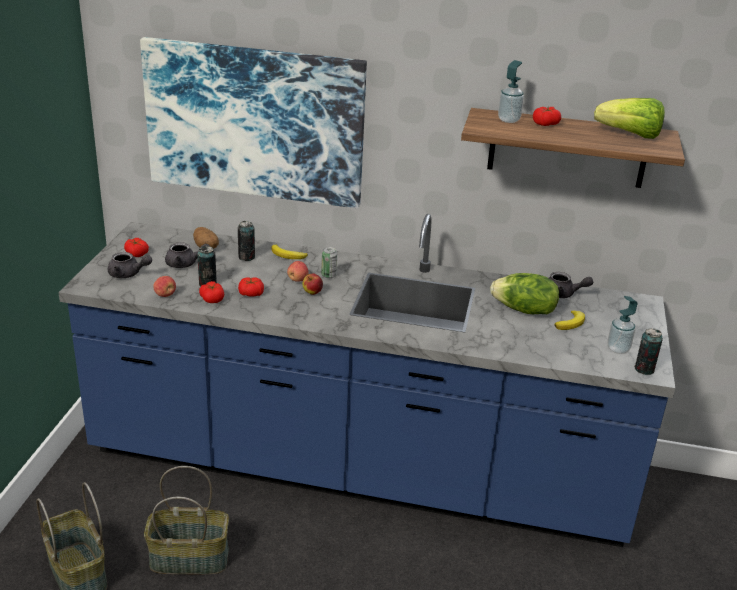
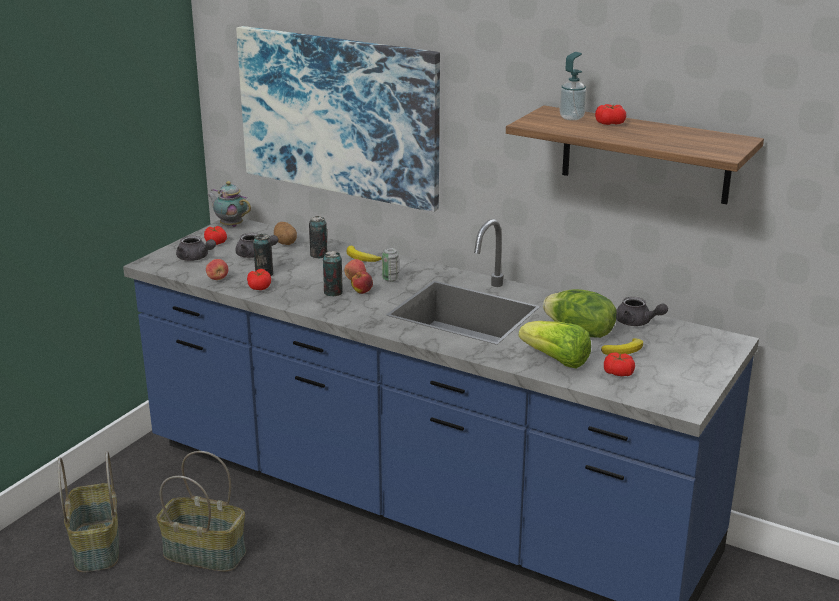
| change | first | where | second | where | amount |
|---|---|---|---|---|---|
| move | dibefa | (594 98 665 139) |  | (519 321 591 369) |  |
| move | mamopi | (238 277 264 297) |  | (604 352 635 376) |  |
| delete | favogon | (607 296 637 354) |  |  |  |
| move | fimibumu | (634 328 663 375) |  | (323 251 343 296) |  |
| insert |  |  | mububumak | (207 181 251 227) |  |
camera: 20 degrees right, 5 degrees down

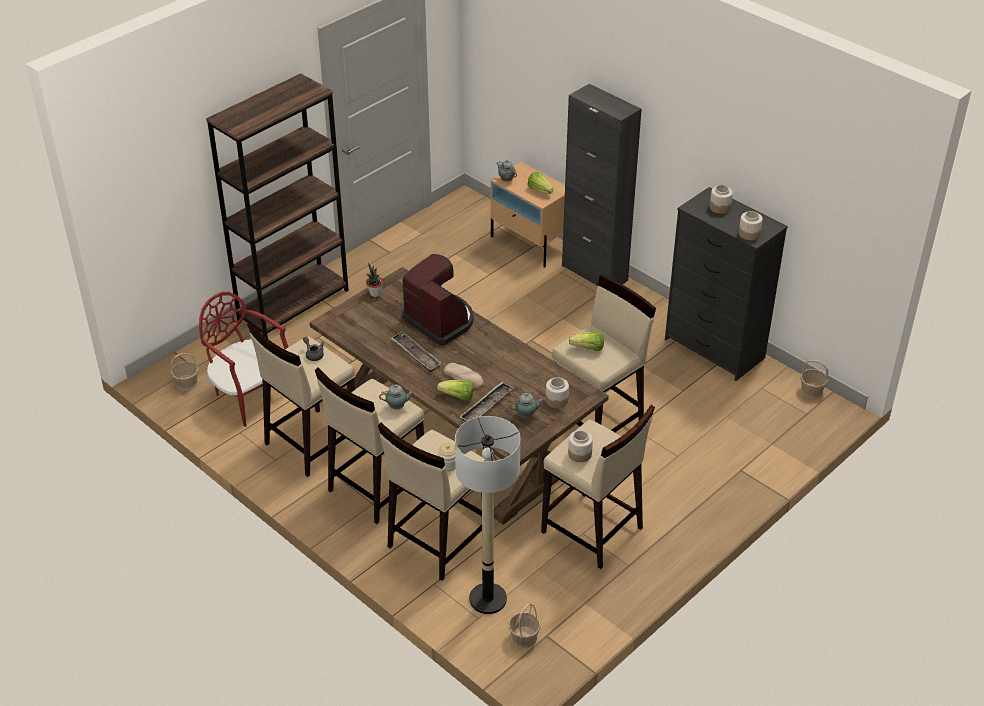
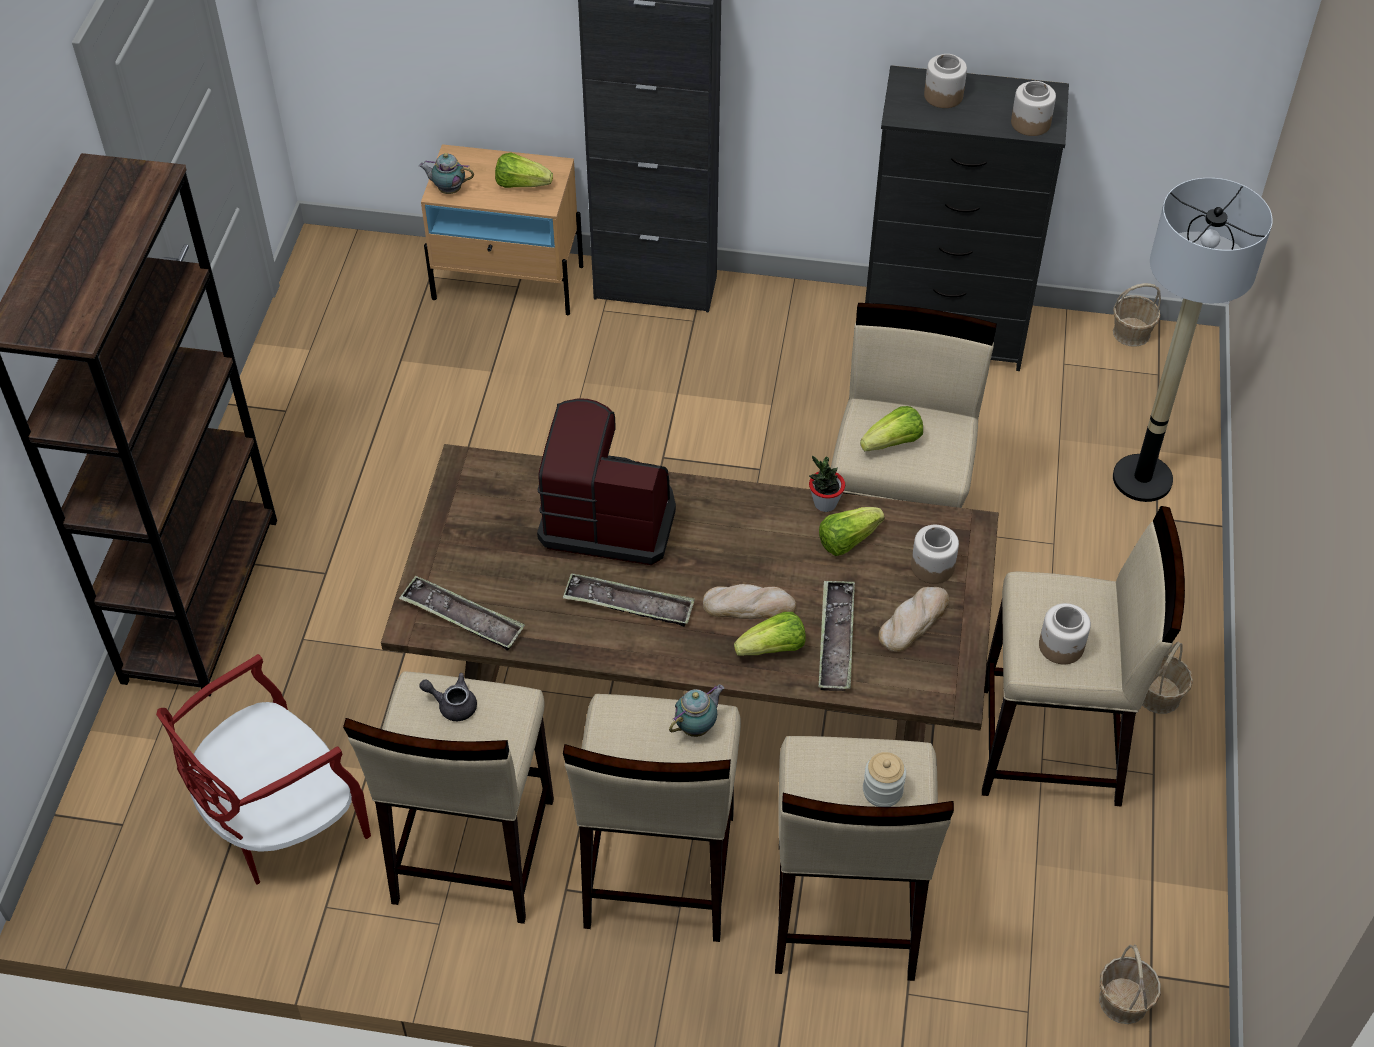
| change | first | where | second | where | amount |
|---|---|---|---|---|---|
| move | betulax | (366 263 384 297) |  | (809 455 845 512) |  |
| rotate | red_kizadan | (199 292 288 427) |  | (156 654 371 885) | 45 degrees counterclockwise |
| move | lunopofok | (170 353 198 391) |  | (1142 642 1193 714) |  |
| replace | mububumak | (510 393 545 418) | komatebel | (878 587 949 652) |  |
| move | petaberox | (455 416 521 614) |  | (1113 178 1273 502) |  |
| insert |  |  | dibefa | (819 507 885 556) |  |
| insert |  |  | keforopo | (399 576 525 651) |  |
camera: 35 degrees left, 10 degrees up

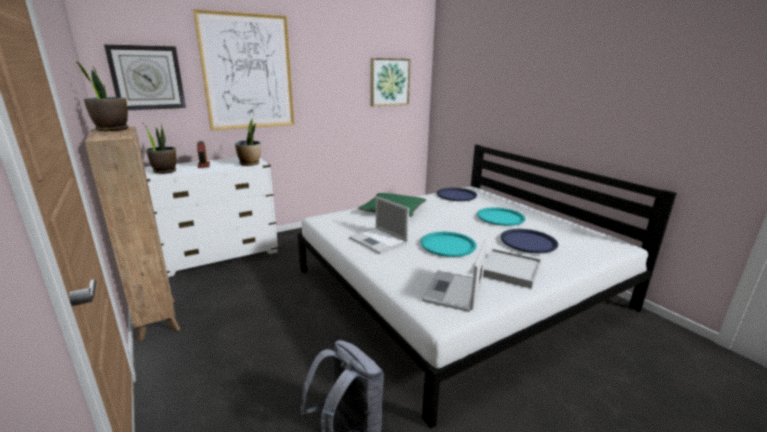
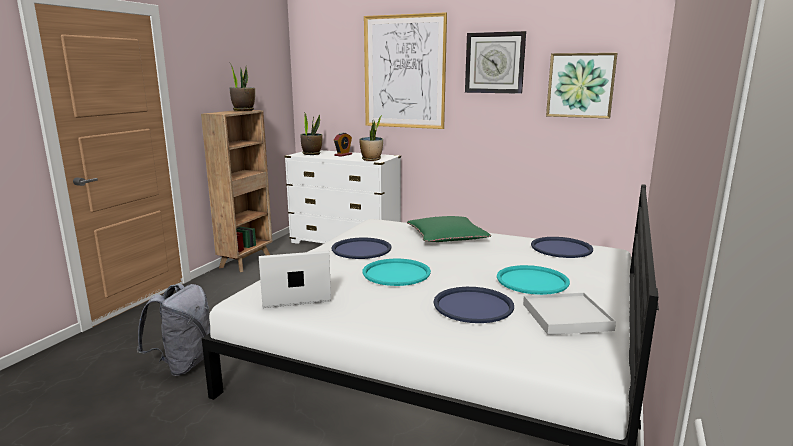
| change | first | where | second | where | amount |
|---|---|---|---|---|---|
| move | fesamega | (104 44 186 110) |  | (465 31 526 94) |  |
| replace | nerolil | (349 196 409 254) | blue_keforopo | (331 238 391 259) |  |
| move | white_keforopo | (483 249 541 289) |  | (523 293 616 335) |  |
camera: 55 degrees right, 5 degrees down

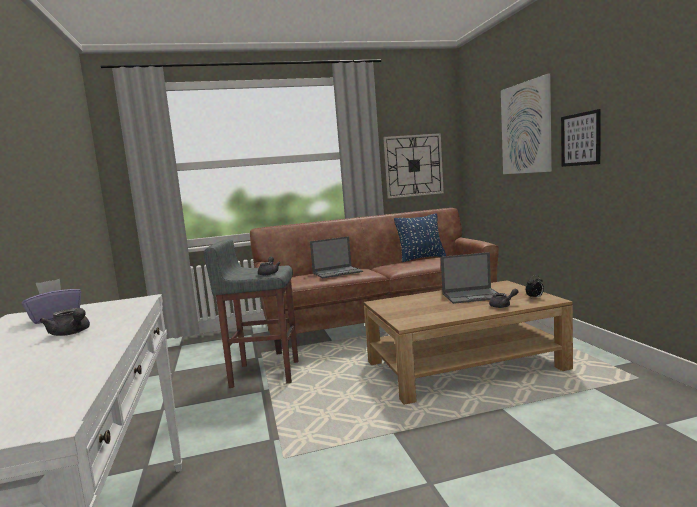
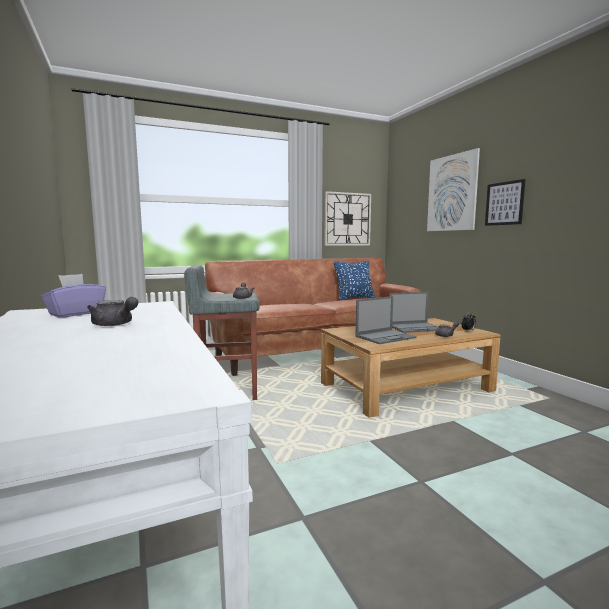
| change | first | where | second | where | amount |
|---|---|---|---|---|---|
| move | nerolil | (310 236 363 278) |  | (355 296 417 344) |  |
camera: 10 degrees left, 0 degrees up

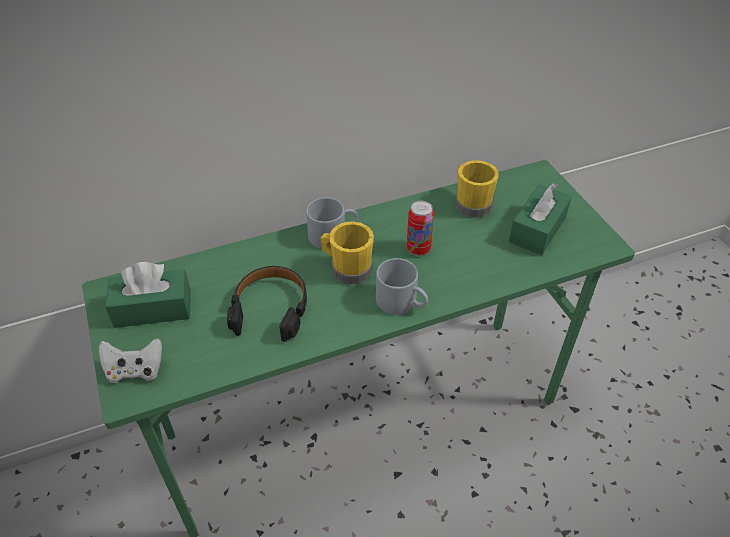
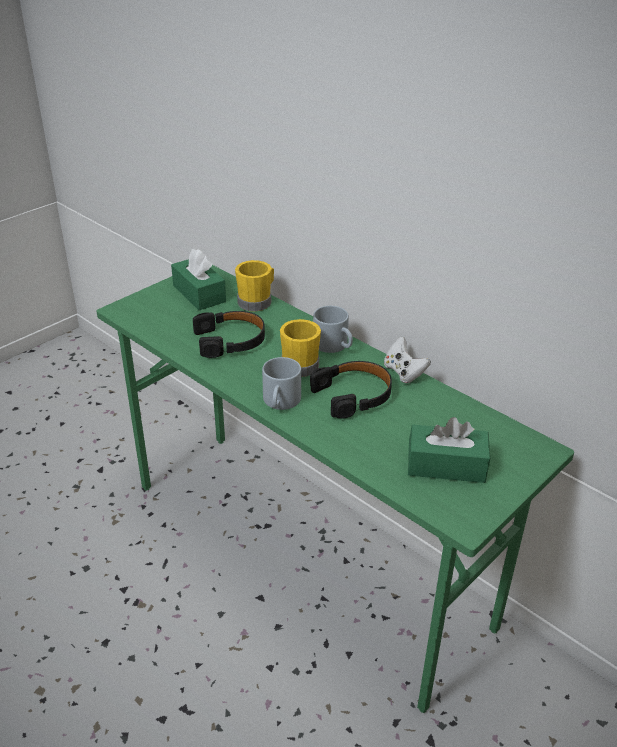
| change | first | where | second | where | amount |
|---|---|---|---|---|---|
| move | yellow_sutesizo | (455 160 499 218) |  | (235 260 274 312) |  |
| replace | fimibumu | (407 201 434 256) | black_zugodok | (310 361 392 419) |  |
| move | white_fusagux | (99 338 162 383) |  | (384 336 431 383) |  |
camera: 65 degrees right, 10 degrees down

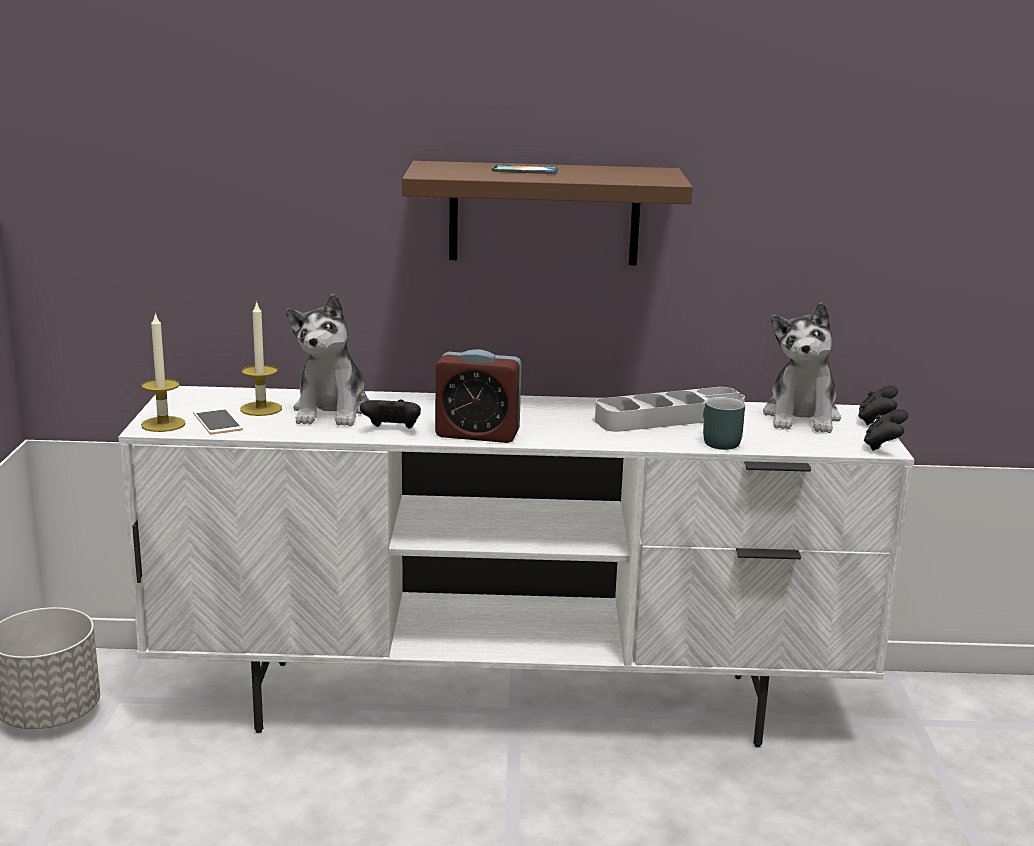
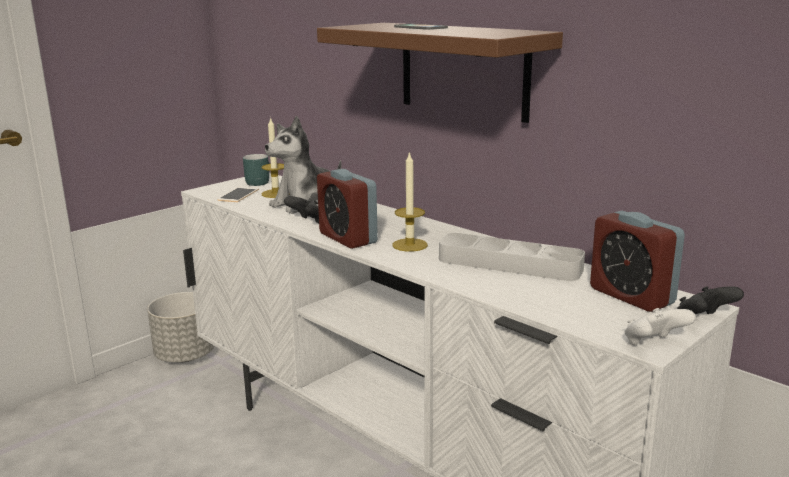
| change | first | where | second | where | amount |
|---|---|---|---|---|---|
| replace | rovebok | (763 302 841 433) | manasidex | (590 211 685 312) |  |
| move | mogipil | (141 312 186 432) |  | (393 151 428 252) |  |
| move | turquoise_sutesizo | (703 397 745 450) |  | (243 154 270 186) |  |
| recolor | black_fusagux | (864 409 908 451) | white_fusagux | (625 308 696 345) |  |
camera: 45 degrees right, 0 degrees up

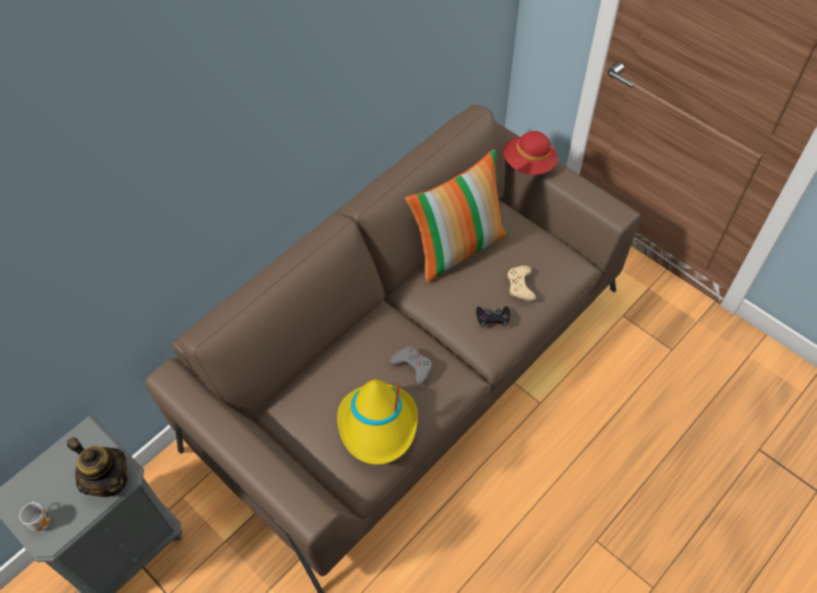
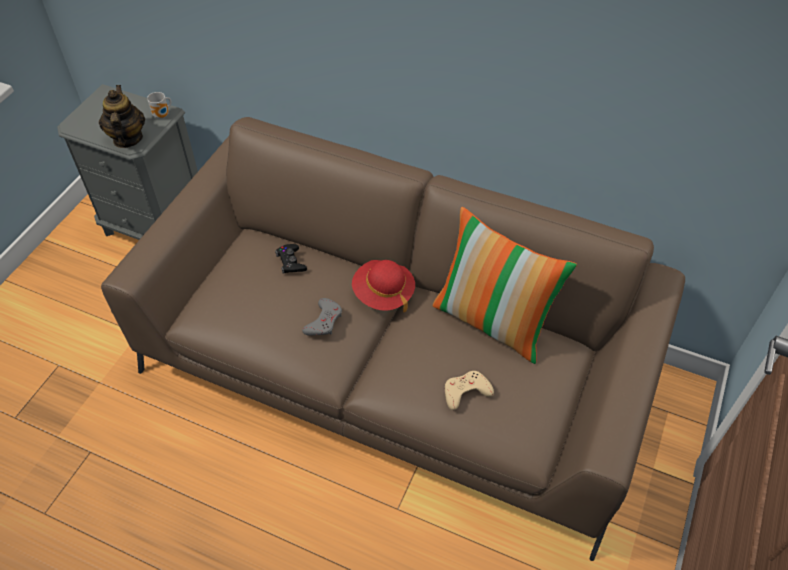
| change | first | where | second | where | amount |
|---|---|---|---|---|---|
| move | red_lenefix | (503 131 558 175) |  | (352 260 415 312) |  |
| move | black_fusagux | (476 306 510 328) |  | (275 244 307 273) |  |
| delete | yellow_lenefix | (337 379 418 465) |  |  |  |
| rotate | mububumak | (67 437 128 497) |  | (99 85 145 148) | 150 degrees clockwise |
| move | sutesizo | (20 501 50 532) |  | (147 92 171 119) |  |
camera: 70 degrees right, 5 degrees down

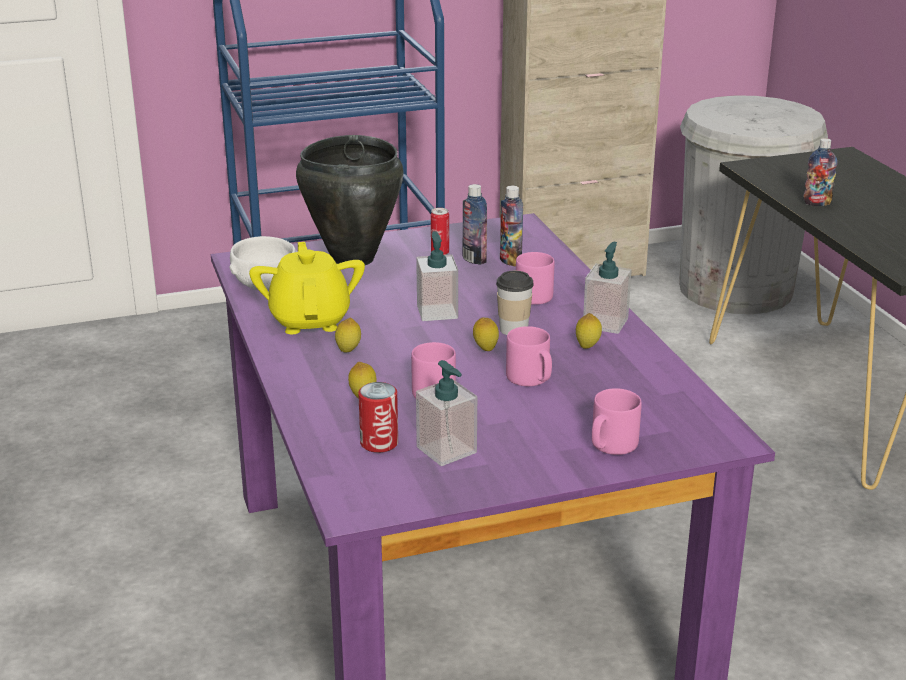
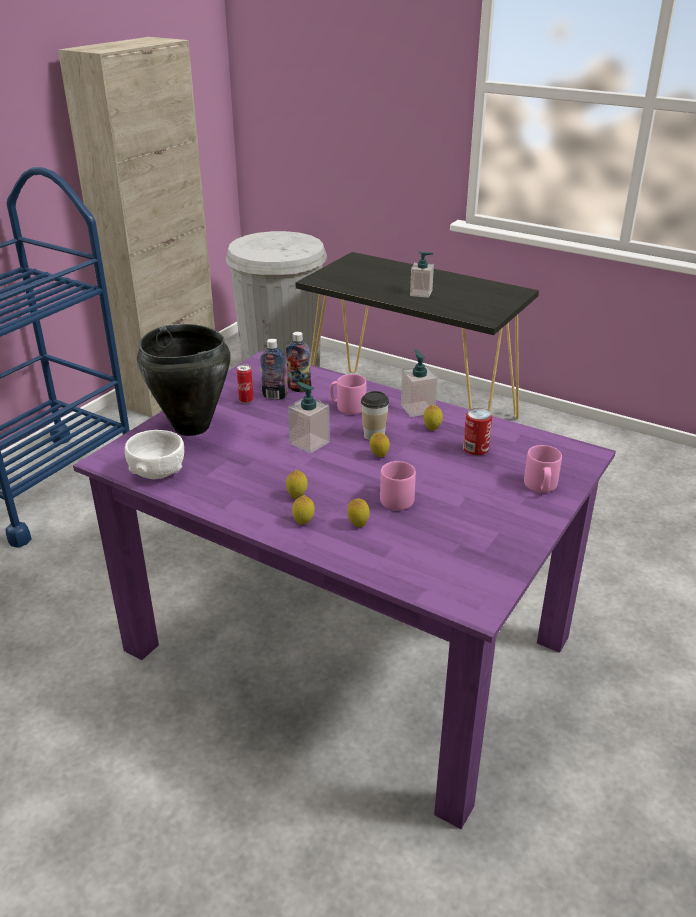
| change | first | where | second | where | amount |
|---|---|---|---|---|---|
| delete | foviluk | (803 138 837 206) |  |  |  |
| delete | yellow_mububumak | (249 242 365 334) |  |  |  |
| delete | pink_sutesizo | (506 326 552 386) |  |  |  |
| move | favogon | (416 360 477 466) |  | (410 251 434 298) |  |
| move | fimibumu | (358 382 398 453) |  | (463 408 492 455) |  |
| insert |  |  | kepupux | (292 495 315 525) |  |
camera: 40 degrees left, 5 degrees up

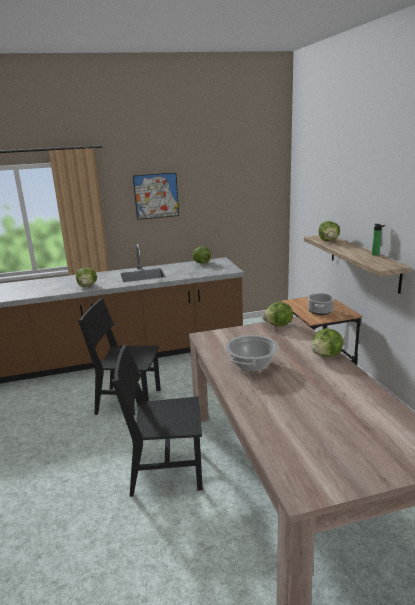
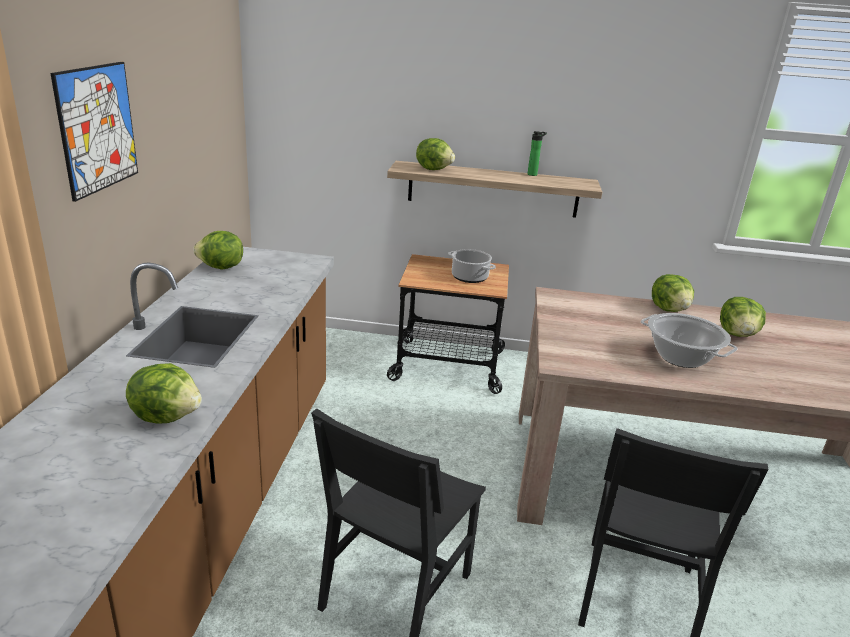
| change | first | where | second | where | amount |
|---|---|---|---|---|---|
| move | dibefa | (262 302 293 326) |  | (720 297 766 337) |  |
camera: 70 degrees left, 5 degrees up

